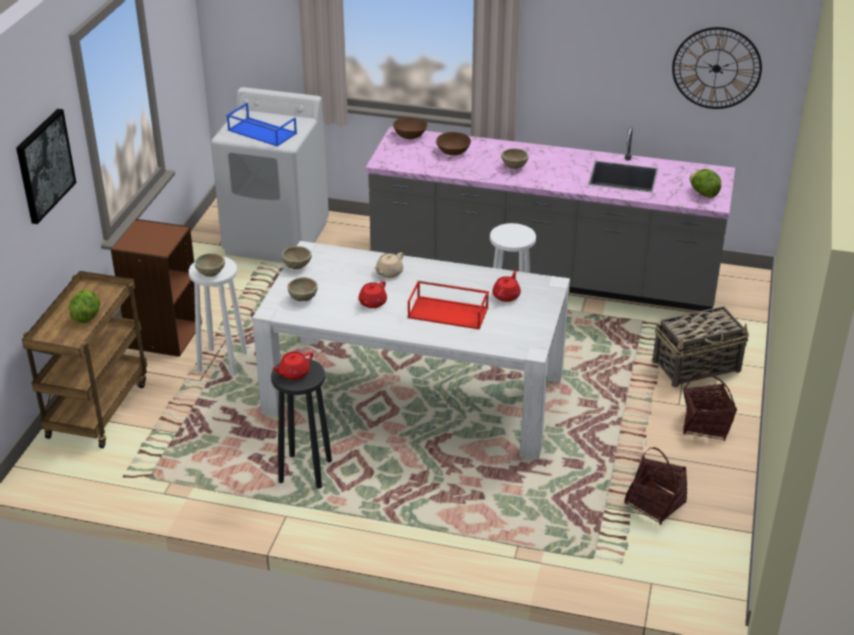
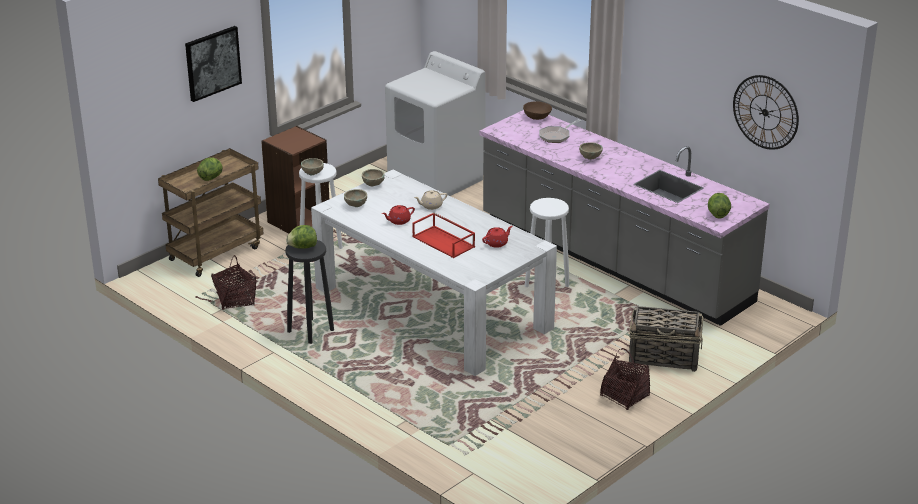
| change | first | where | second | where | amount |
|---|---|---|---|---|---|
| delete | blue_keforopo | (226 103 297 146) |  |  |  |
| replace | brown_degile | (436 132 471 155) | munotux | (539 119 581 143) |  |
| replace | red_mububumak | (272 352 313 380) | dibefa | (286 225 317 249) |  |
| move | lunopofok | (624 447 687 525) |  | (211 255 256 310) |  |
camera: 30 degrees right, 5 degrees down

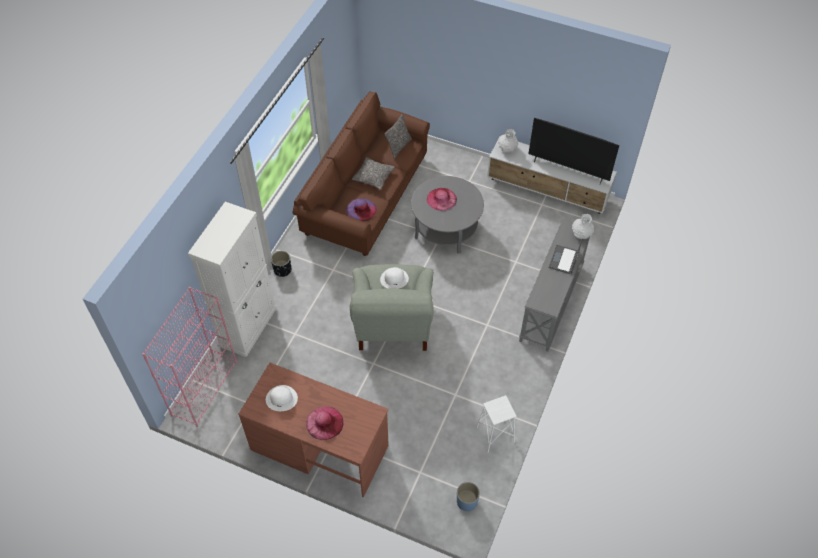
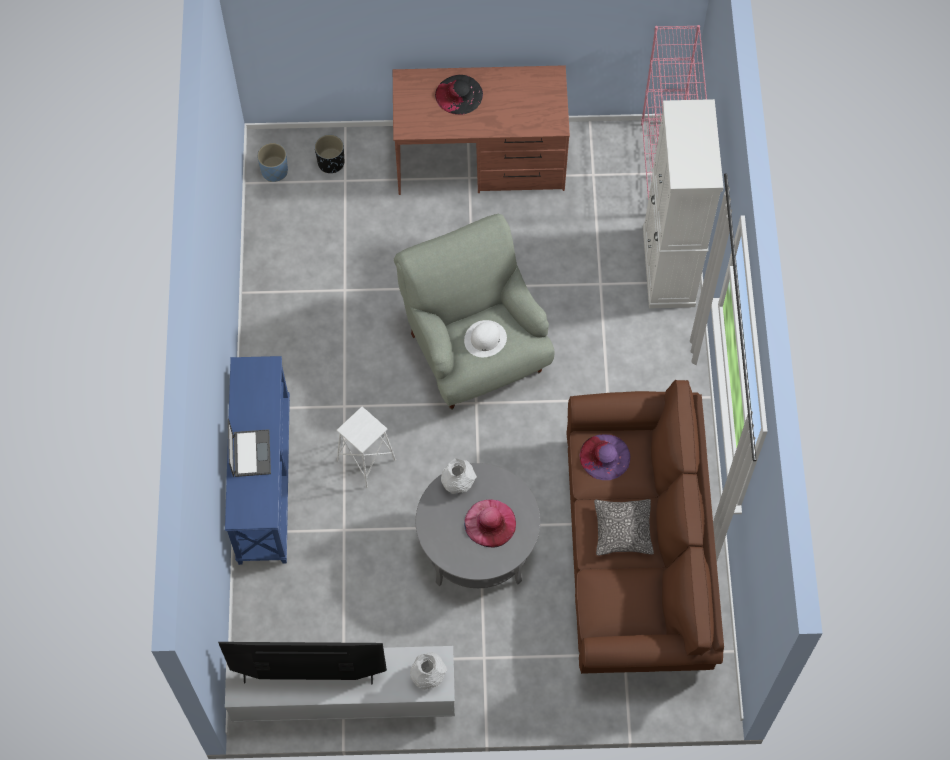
| change | first | where | second | where | amount |
|---|---|---|---|---|---|
| delete | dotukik | (385 114 412 159) |  |  |  |
| move | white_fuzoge | (572 214 594 239) |  | (441 458 477 494) |  |
| recolor | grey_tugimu | (519 219 590 352) | blue_tugimu | (225 356 290 565) |  |
| move | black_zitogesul | (271 251 291 277) |  | (315 135 344 173) |  |
| delete | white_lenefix | (266 385 298 411) |  |  |  |
| move | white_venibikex | (476 395 517 452) |  | (337 407 396 488) |  |
| recolor | pink_lenefix | (306 407 344 440) | black_lenefix | (435 75 483 115) |  |
camera: 155 degrees right, 10 degrees up

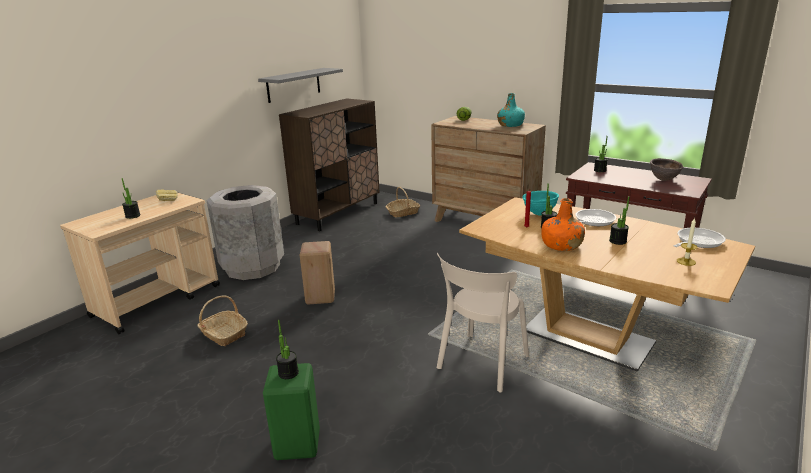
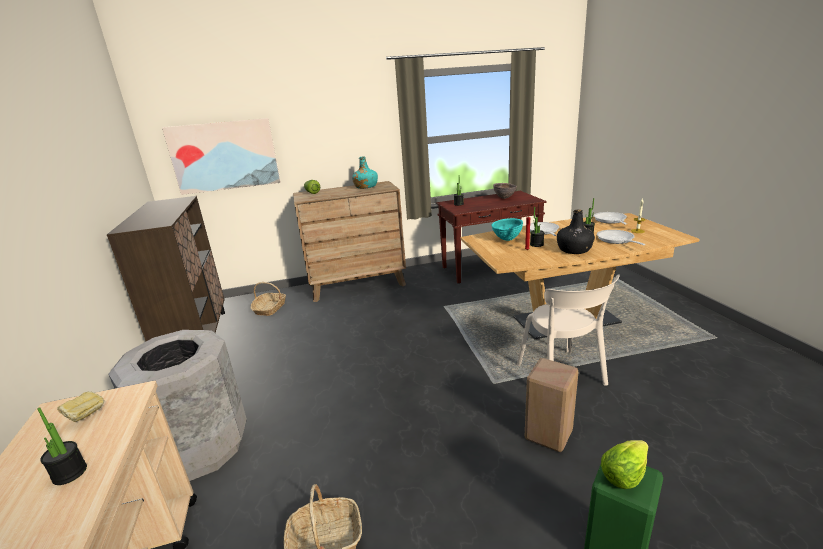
| change | first | where | second | where | amount |
|---|---|---|---|---|---|
| delete | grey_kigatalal | (258 68 343 103) |  |  |  |
| recolor | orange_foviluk | (541 198 585 251) | black_foviluk | (557 210 595 254) |  |
| move | beige_venibikex | (300 241 335 304) |  | (525 358 579 452) |  |
| replace | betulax | (276 320 299 379) | dibefa | (601 440 649 489) |  |
| insert |  |  | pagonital | (162 118 281 195) |  |
| insert |  |  | munotux | (597 230 646 245) |  |
camera: 50 degrees left, 0 degrees up

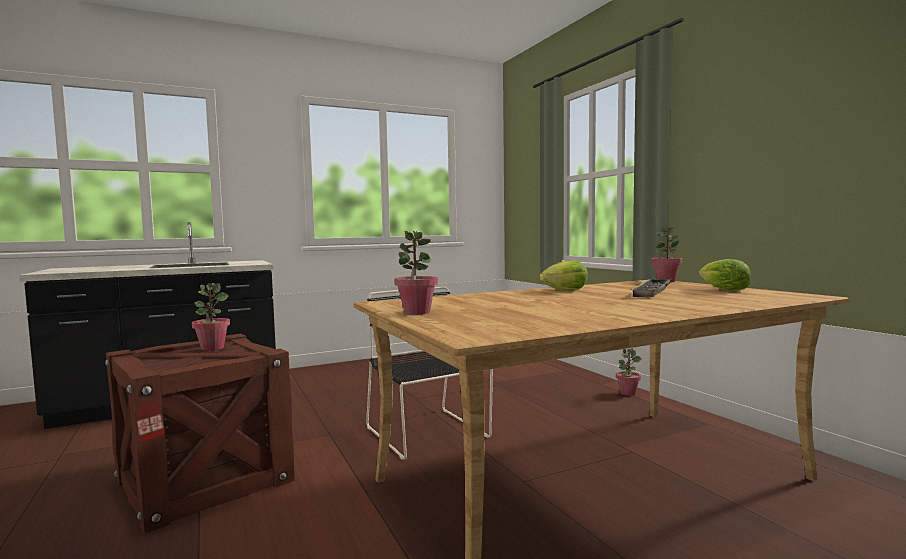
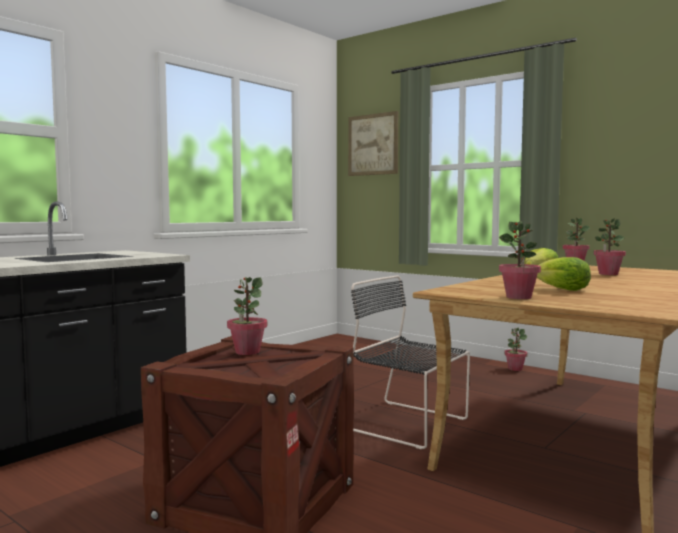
| change | first | where | second | where | amount |
|---|---|---|---|---|---|
| move | dibefa | (699 259 751 291) |  | (537 257 591 291) |  |
| replace | keforopo | (630 279 671 297) | betulax | (593 219 626 275) |  |
| insert |  |  | pagonital | (348 111 398 176) |  |
camera: 25 degrees left, 0 degrees up

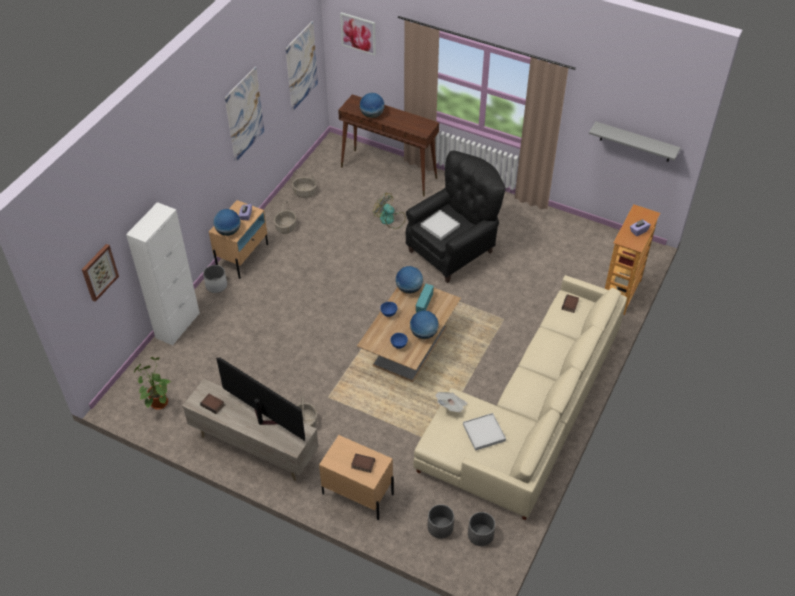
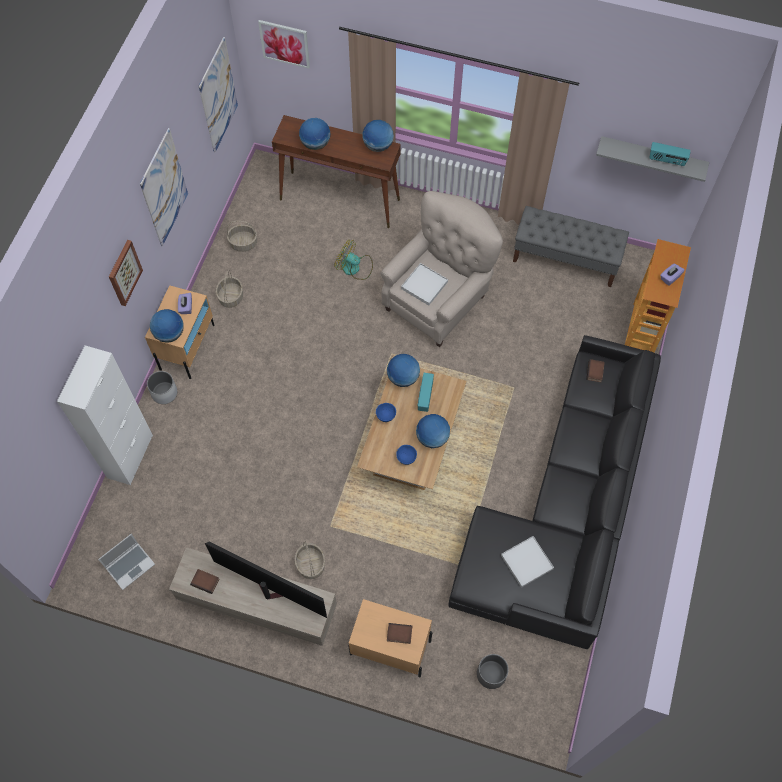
| change | first | where | second | where | amount |
|---|---|---|---|---|---|
| recolor | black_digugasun | (406 150 505 283) | beige_digugasun | (380 191 503 347) |  |
| move | pagonital | (82 244 119 302) |  | (109 240 143 306) |  |
| recolor | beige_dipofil | (413 275 627 520) | black_dipofil | (448 335 661 649) |  |
| replace | betulax | (133 357 171 410) | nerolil | (98 534 155 590) |  |
| delete | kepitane | (436 392 468 412) |  |  |  |
| delete | grey_zitogesul | (468 512 495 546) |  |  |  |
| insert |  |  | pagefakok | (362 120 394 152) |  |
| insert |  |  | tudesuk | (649 142 691 166) |  |
| insert |  |  | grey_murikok | (513 206 629 287) |  |
camera: 10 degrees left, 15 degrees up

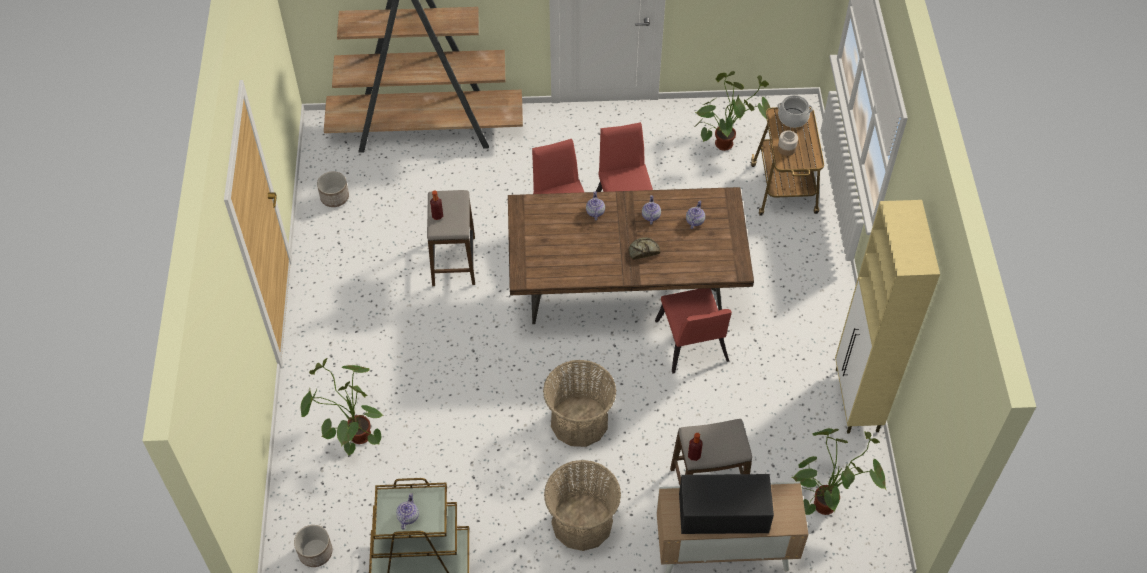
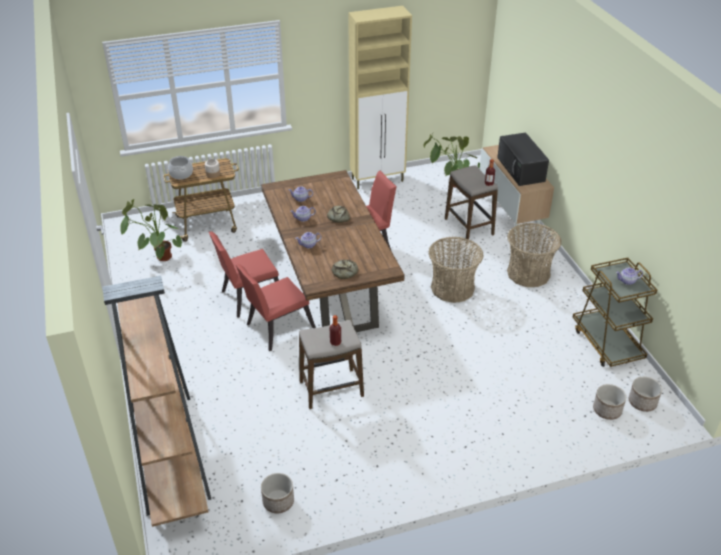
| change | first | where | second | where | amount |
|---|---|---|---|---|---|
| delete | betulax | (301 358 383 456) |  |  |  |
| insert |  |  | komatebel | (332 260 358 279) |  |
| insert |  |  | zitogesul | (593 384 626 420) |  |
camera: 105 degrees left, 15 degrees down

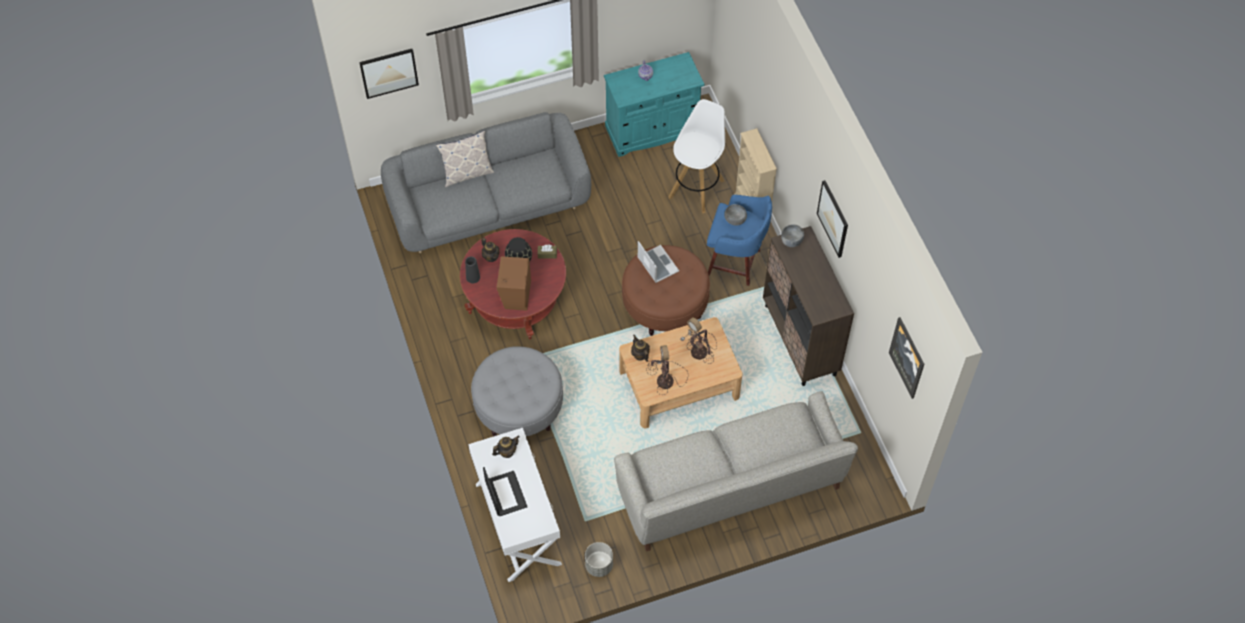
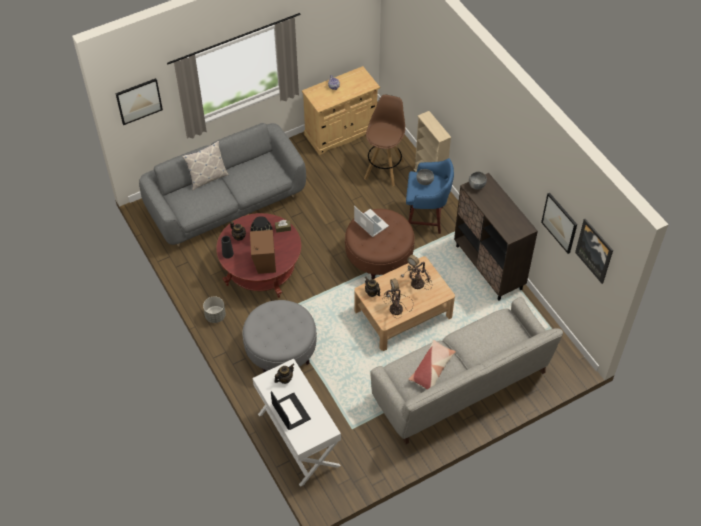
| change | first | where | second | where | amount |
|---|---|---|---|---|---|
| recolor | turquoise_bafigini | (604 52 705 157) | beige_bafigini | (302 66 380 155) |  |
| recolor | white_venibikex | (669 99 725 214) | brown_venibikex | (364 95 405 186) |  |
| move | pagonital | (817 180 848 258) |  | (541 192 577 254) |  |
| move | grey_zitogesul | (585 542 613 577) |  | (203 296 226 323) |  |
| insert |  |  | dotukik | (408 340 456 389) |  |
camera: 10 degrees left, 5 degrees down

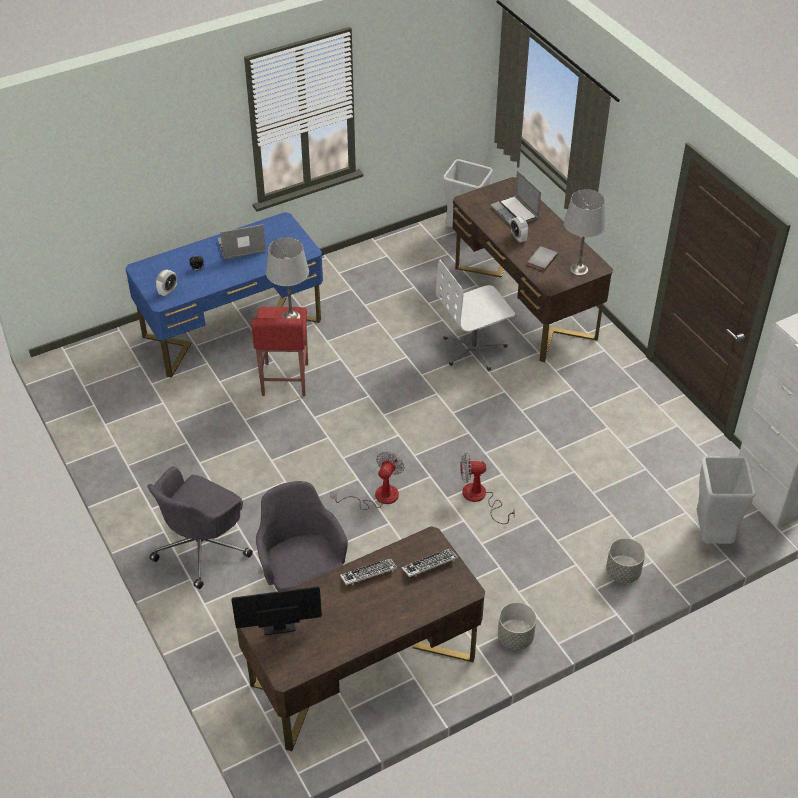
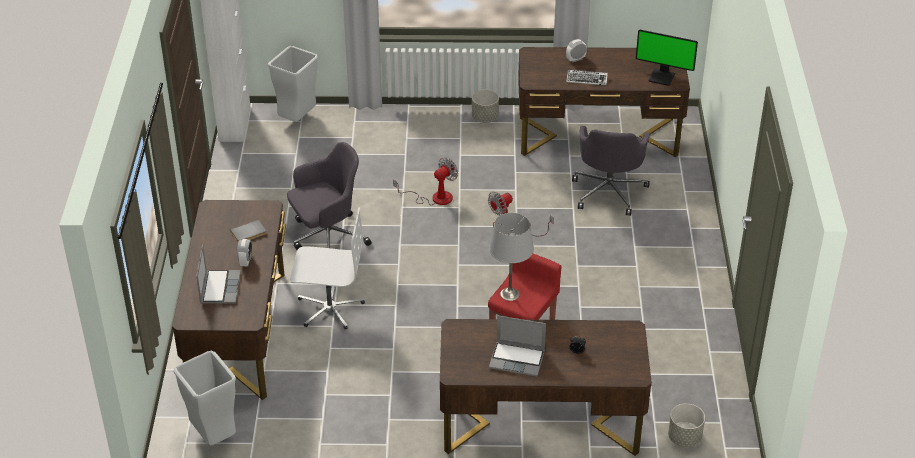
| change | first | where | second | where | amount |
|---|---|---|---|---|---|
| delete | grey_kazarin | (564 189 606 276) |  |  |  |
| recolor | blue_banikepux | (125 212 323 378) | brown_banikepux | (440 319 652 456) |  |
| move | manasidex | (156 270 177 297) |  | (566 39 587 63) |  |
| rotate | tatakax | (460 453 515 524) |  | (393 157 458 205) | 75 degrees counterclockwise |
| move | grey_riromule | (147 466 253 589) |  | (287 142 372 250) |  |
| move | grey_zitogesul | (606 538 645 583) |  | (668 403 705 447) |  |
| delete | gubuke | (401 548 458 577) |  |  |  |
camera: 150 degrees left, 5 degrees down

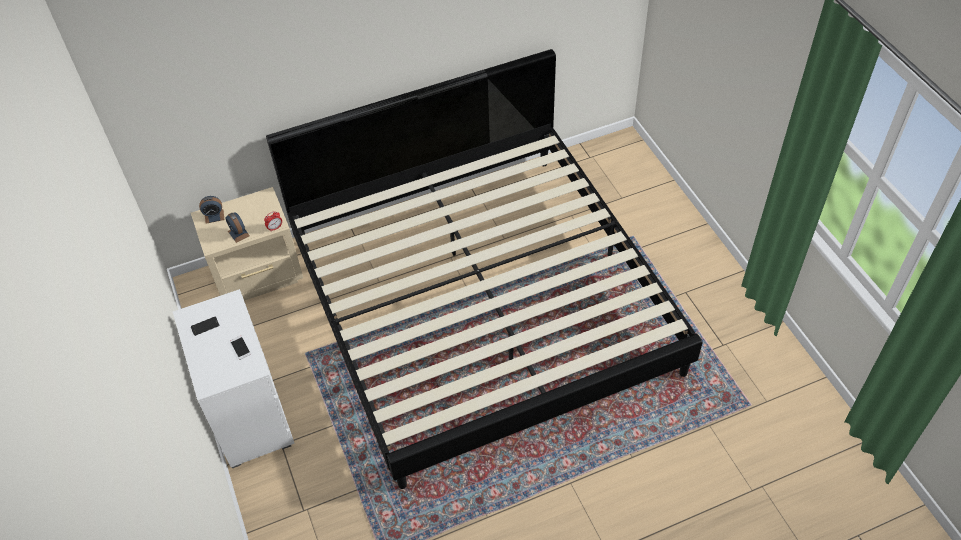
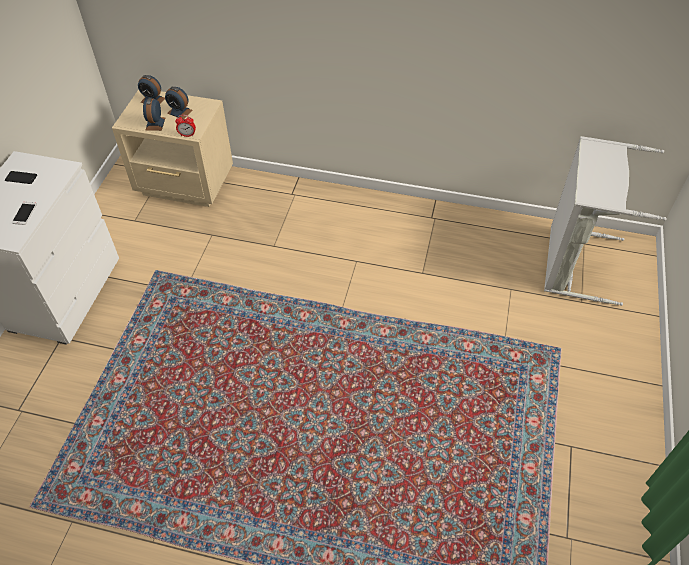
| change | first | where | second | where | amount |
|---|---|---|---|---|---|
| delete | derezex | (266 49 703 489) |  |  |  |
| insert |  |  | manasidex | (165 87 193 119) |  |
| insert |  |  | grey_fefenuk | (544 136 667 306) |  |
camera: 35 degrees right, 0 degrees up

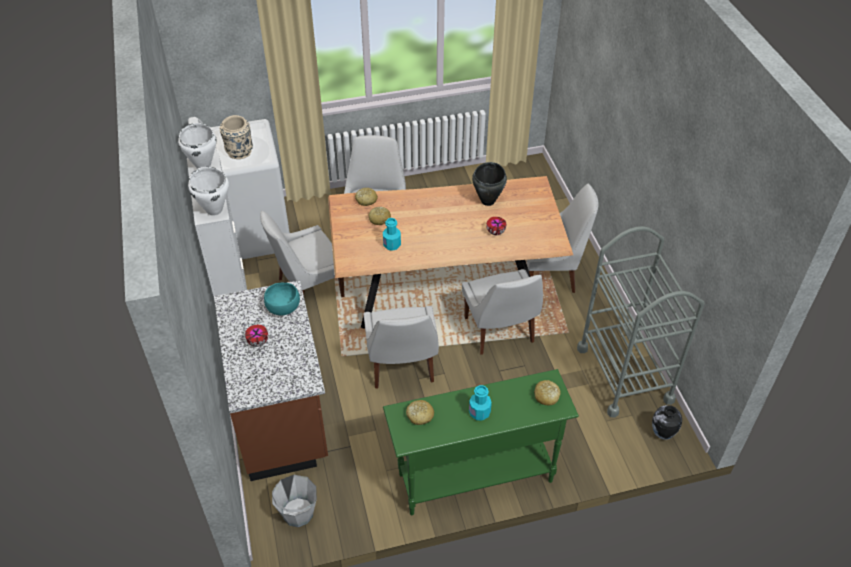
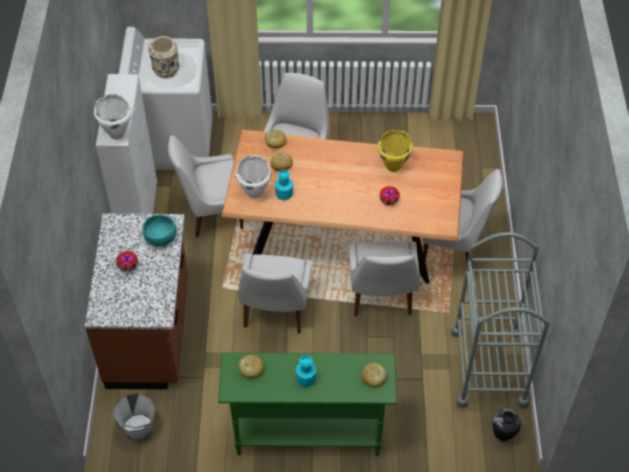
| change | first | where | second | where | amount |
|---|---|---|---|---|---|
| move | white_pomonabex | (178 123 216 169) |  | (236 155 271 199) |  |
| recolor | black_pomonabex | (472 162 507 206) | yellow_pomonabex | (378 130 413 172) |  |
camera: 15 degrees right, 5 degrees up

